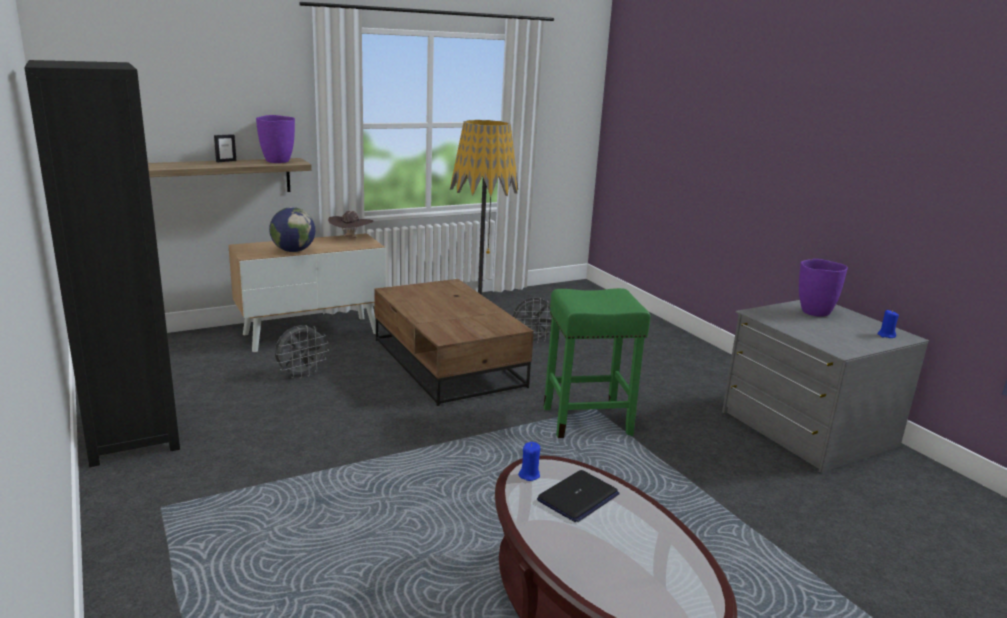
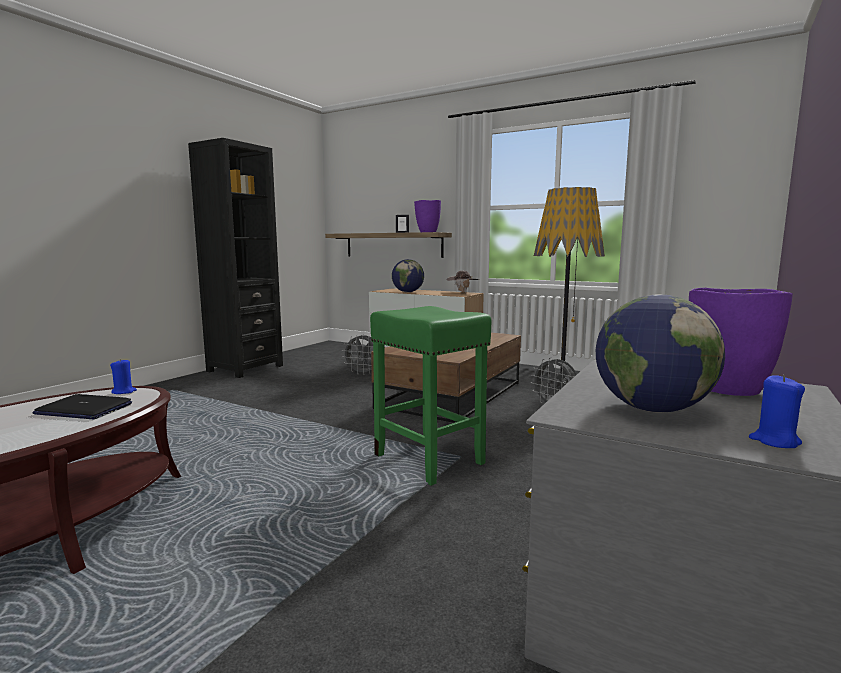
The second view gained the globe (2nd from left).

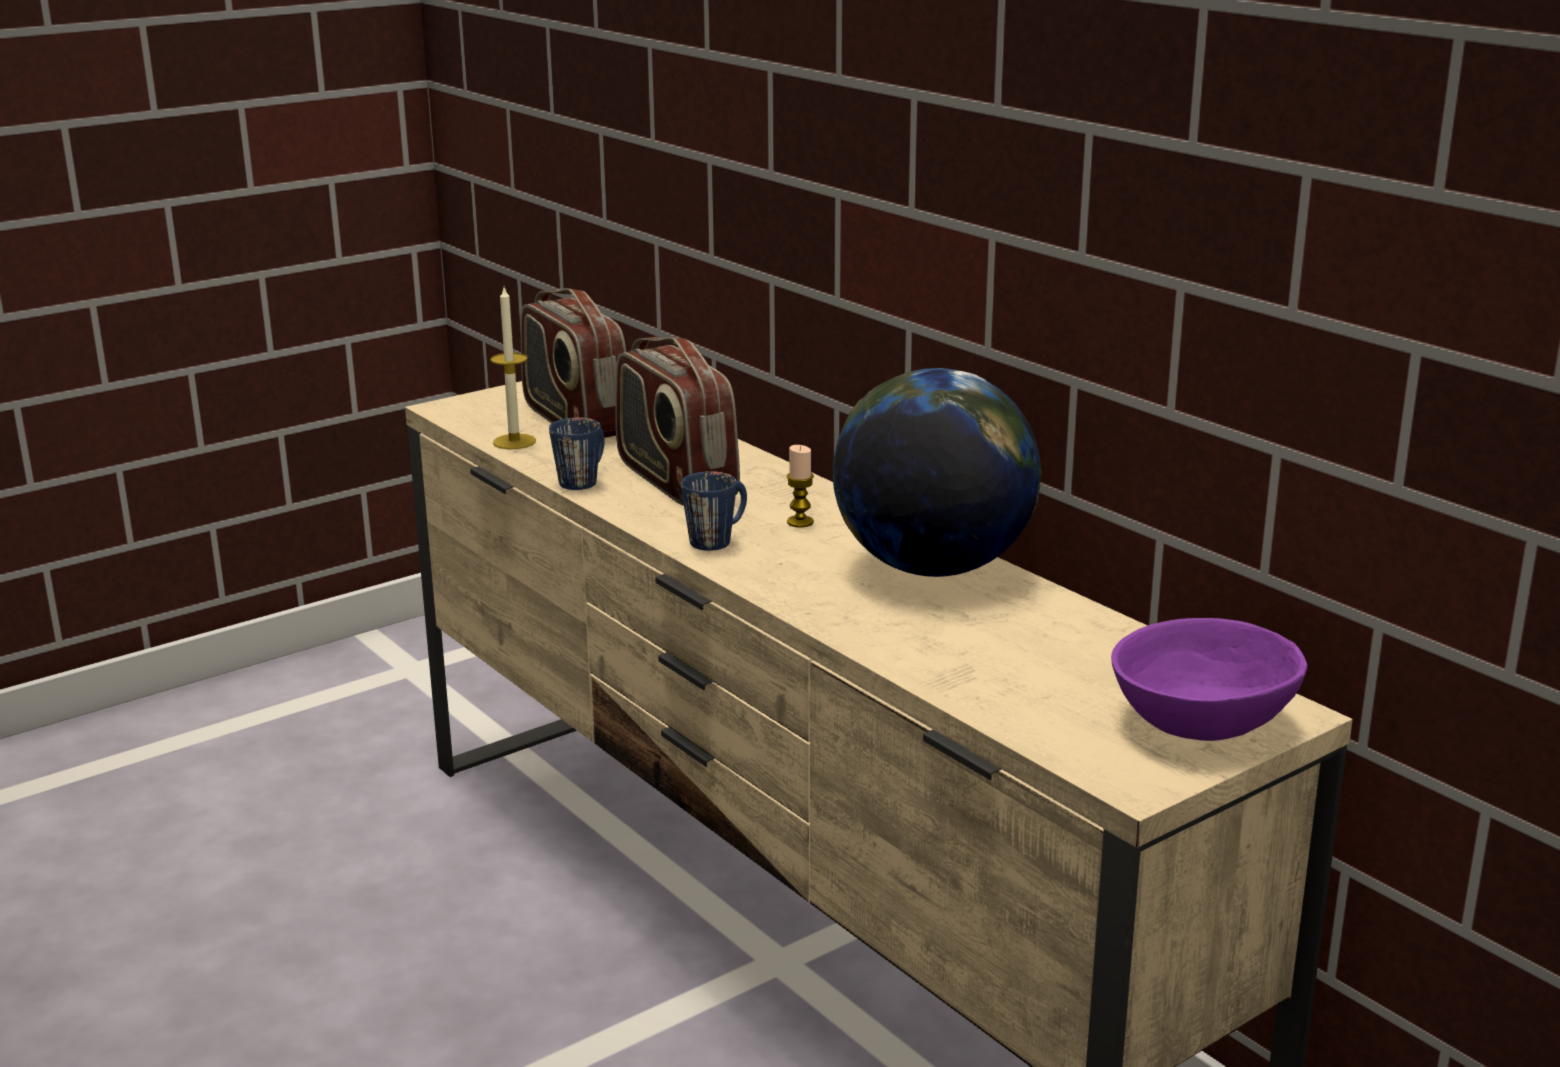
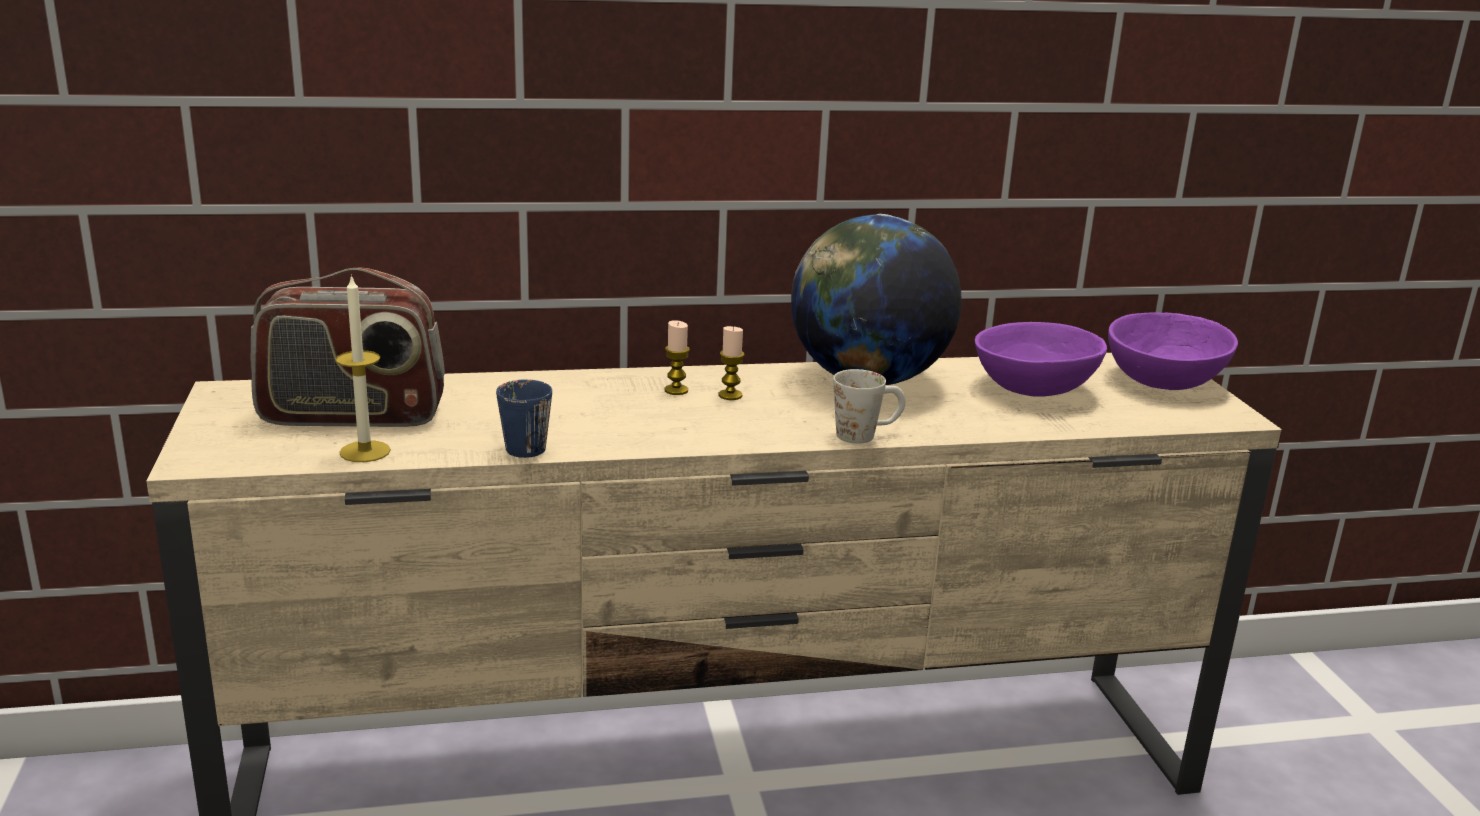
The second view lost the radio (2nd from left). The second view lost the blue mug (2nd from left). The second view gained the candle (2nd from left). The second view gained the purple bowl (1st from left). The second view gained the white mug.

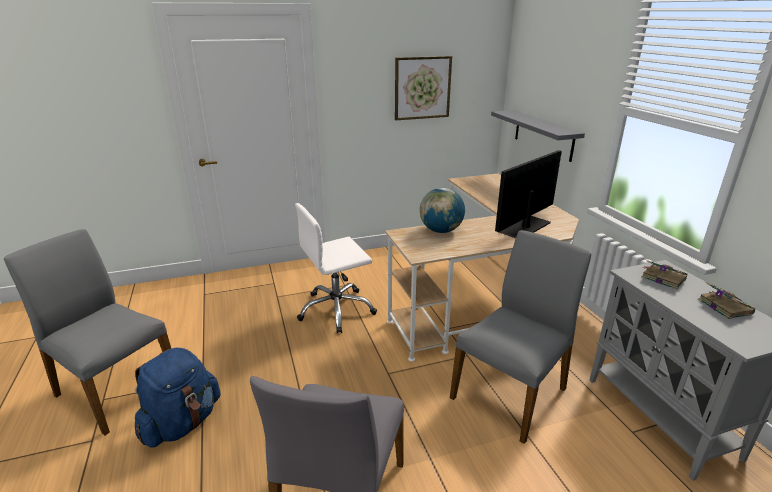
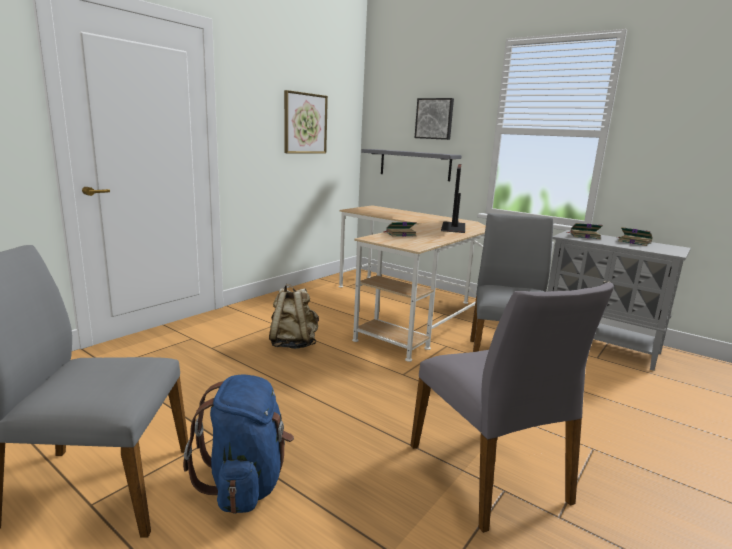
Where the globe stood, the book (1st from left) came to stand. Where the white office chair stood, the beige backpack came to stand. The second view gained the picture (2nd from left).

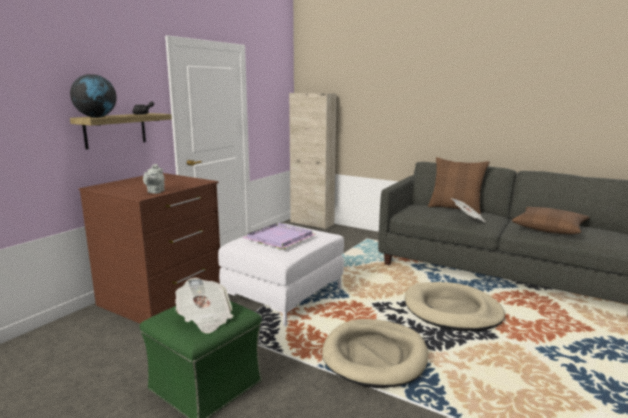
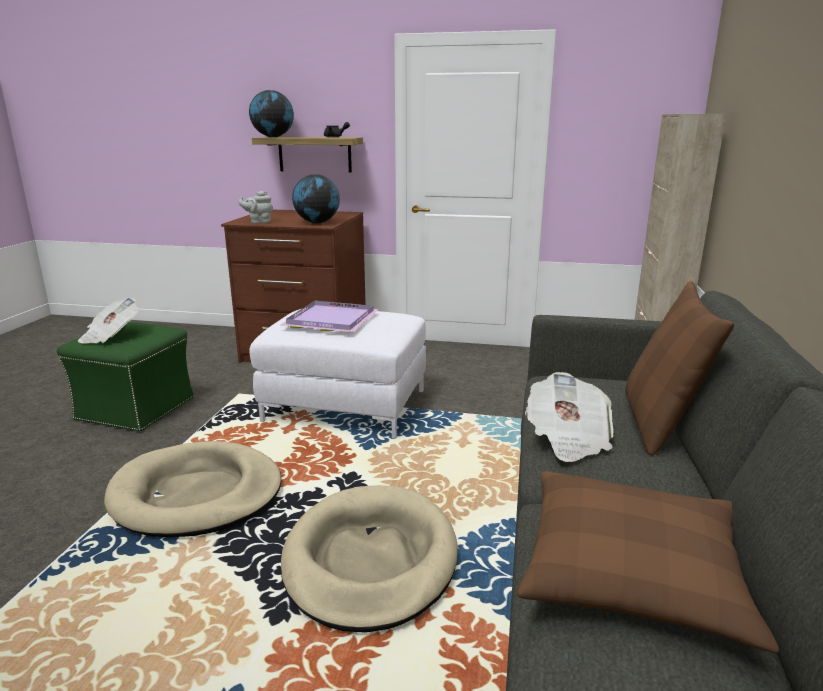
The second view gained the globe (2nd from left).

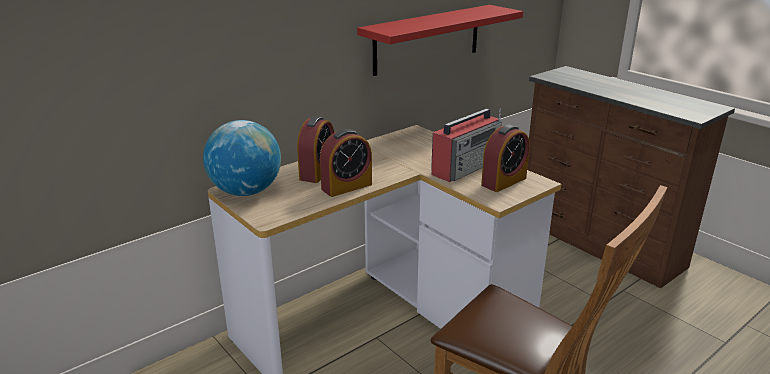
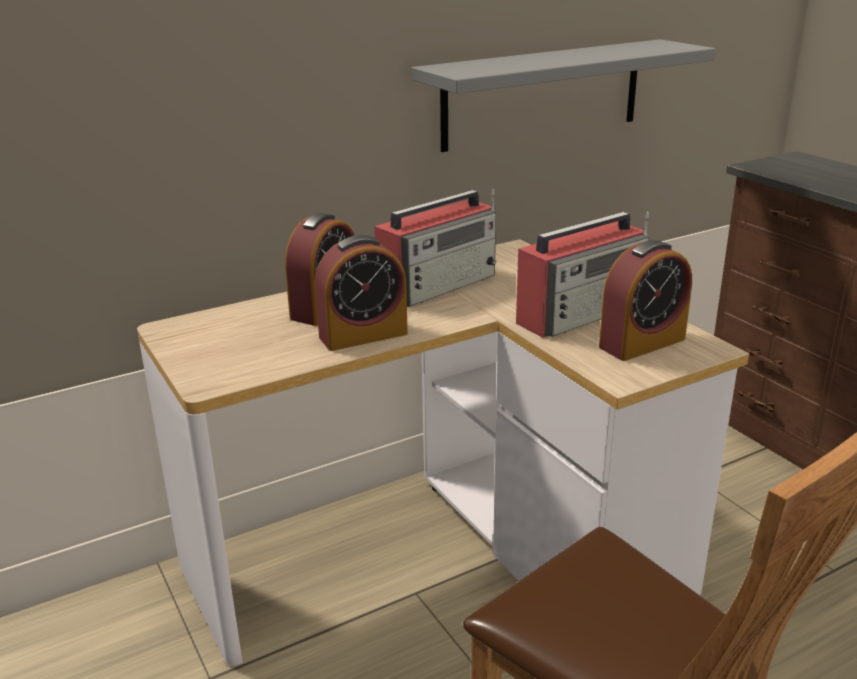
What was the red shelf turned into the grey shelf. The second view lost the globe. The second view gained the radio (1st from left).

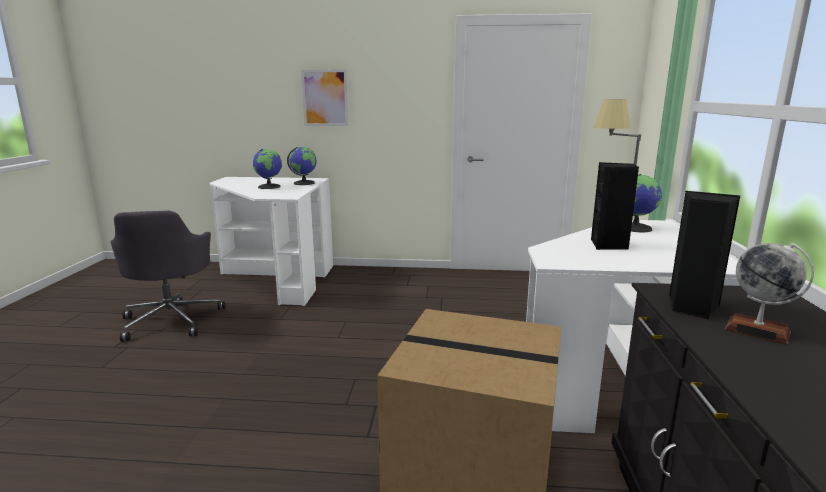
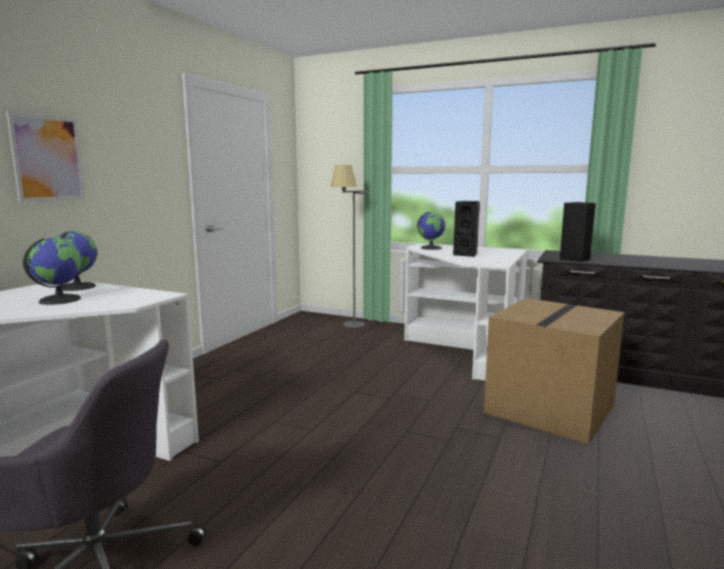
The second view lost the globe (4th from left).

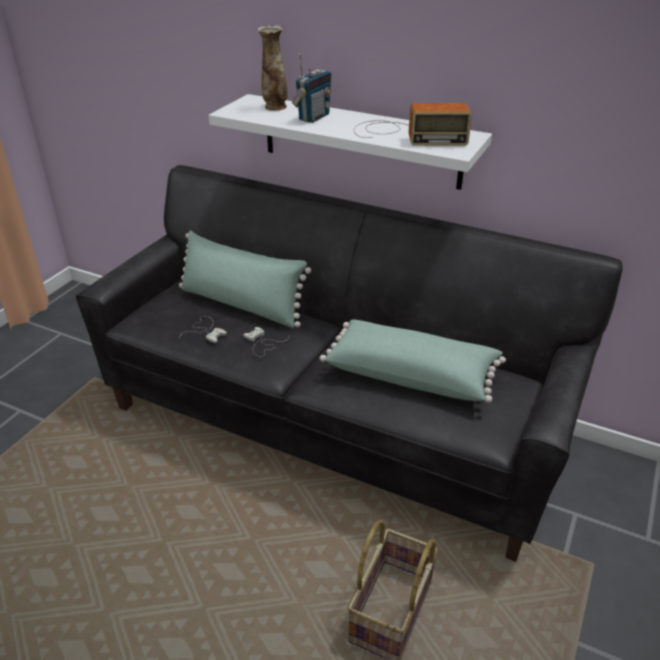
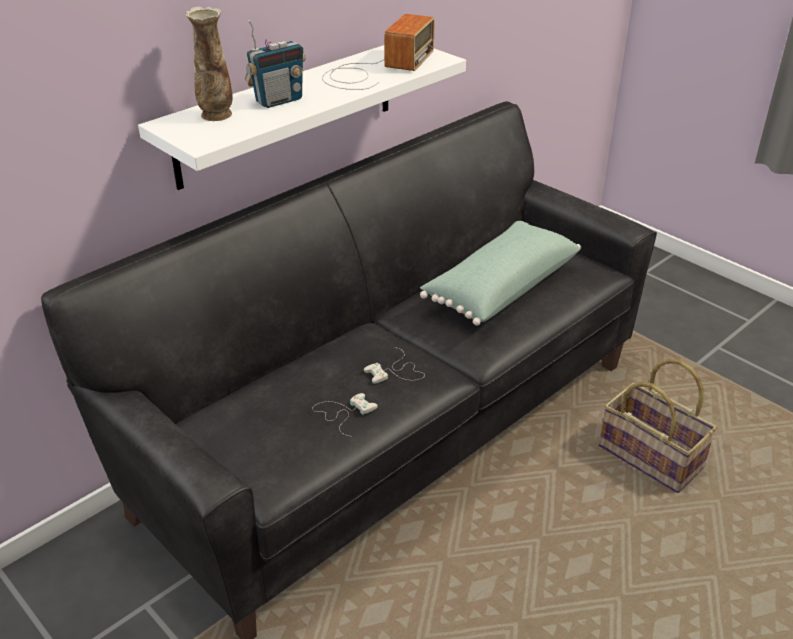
The radio (1st from left) ended up facing another way, 90 degrees clockwise from before. The second view lost the green pillow (1st from left).

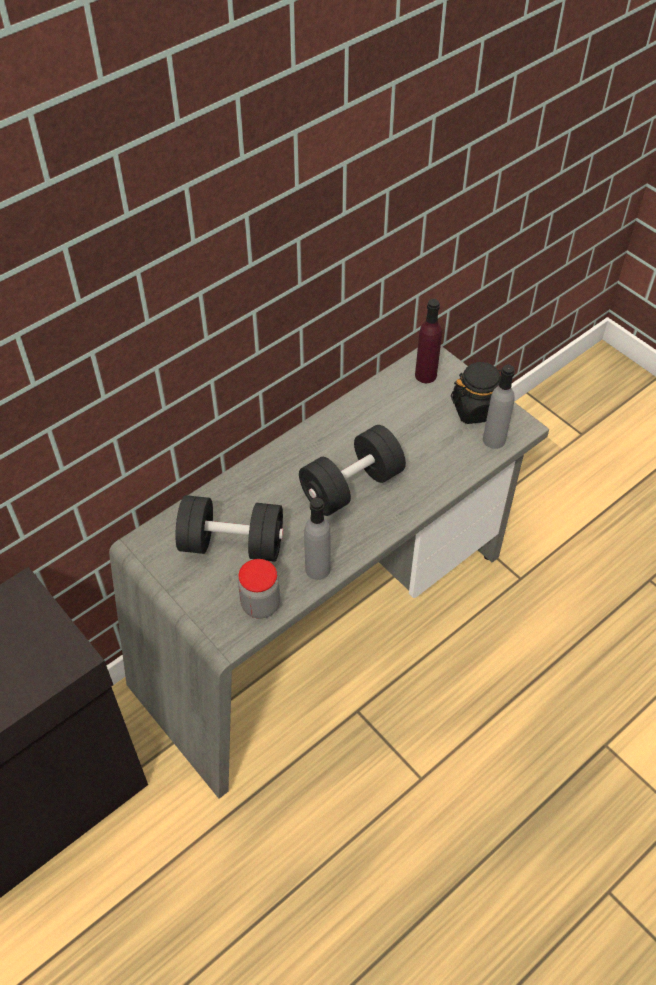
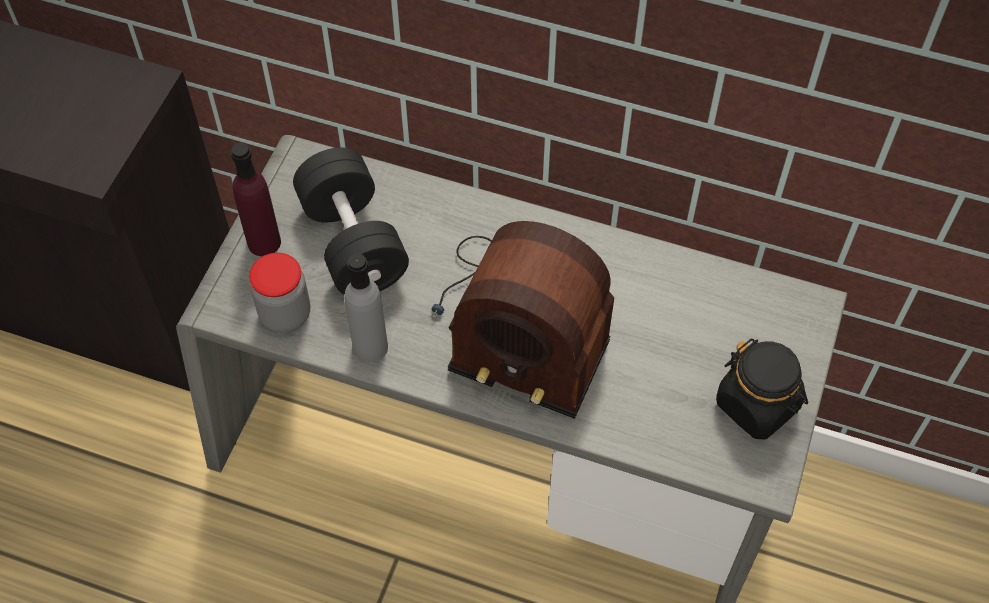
The purple bottle ended up elsewhere. The second view lost the grey bottle (2nd from left). Where the black dumbbell (2nd from left) stood, the radio came to stand.

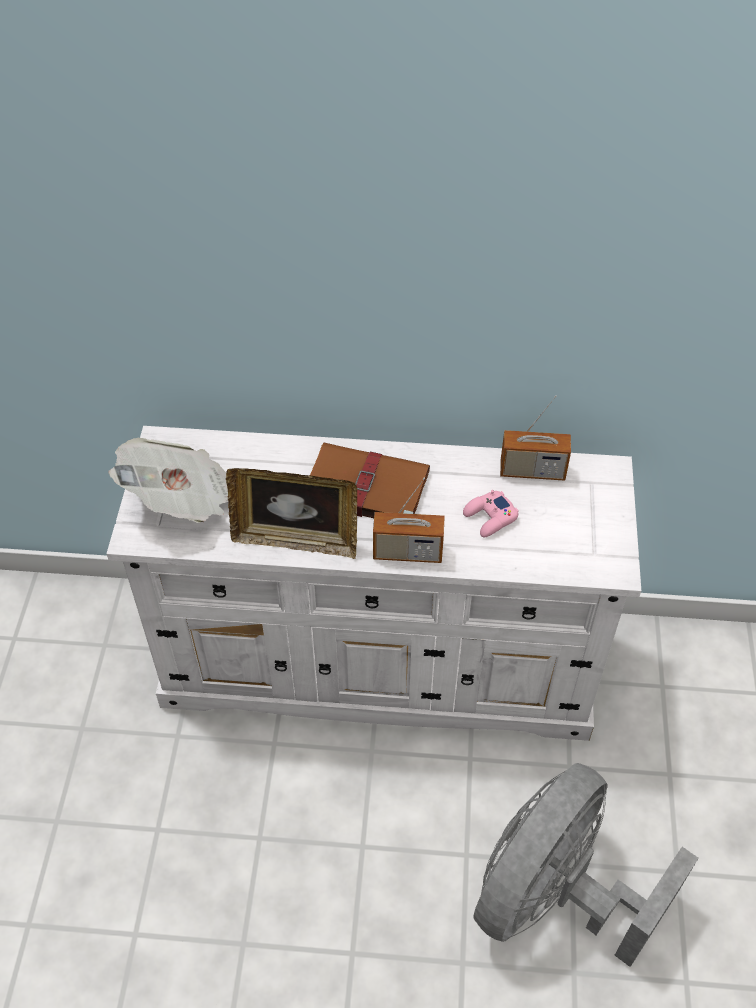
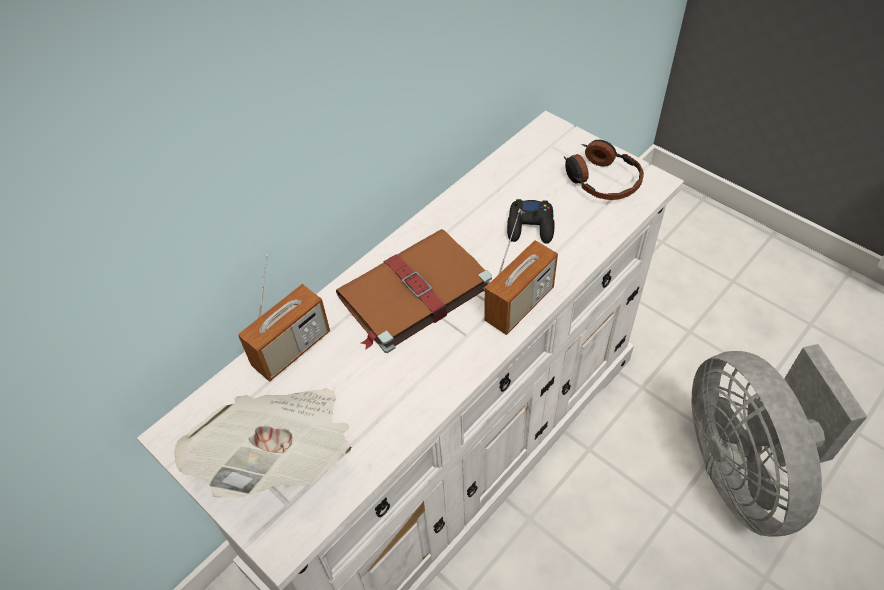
The radio (2nd from left in the first image) ended up elsewhere. The second view lost the picture frame. What was the pink game controller turned into the black game controller. The second view gained the headphones.

